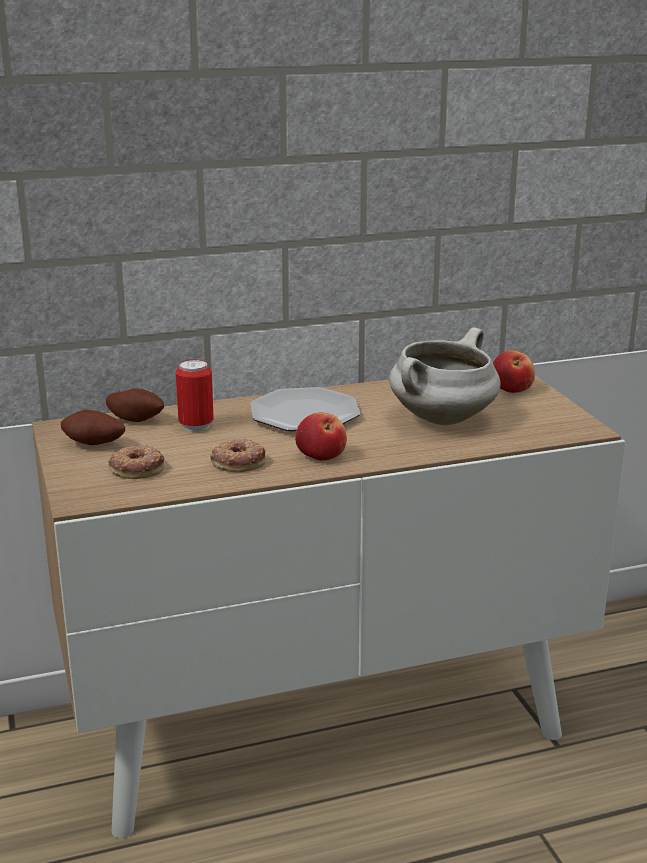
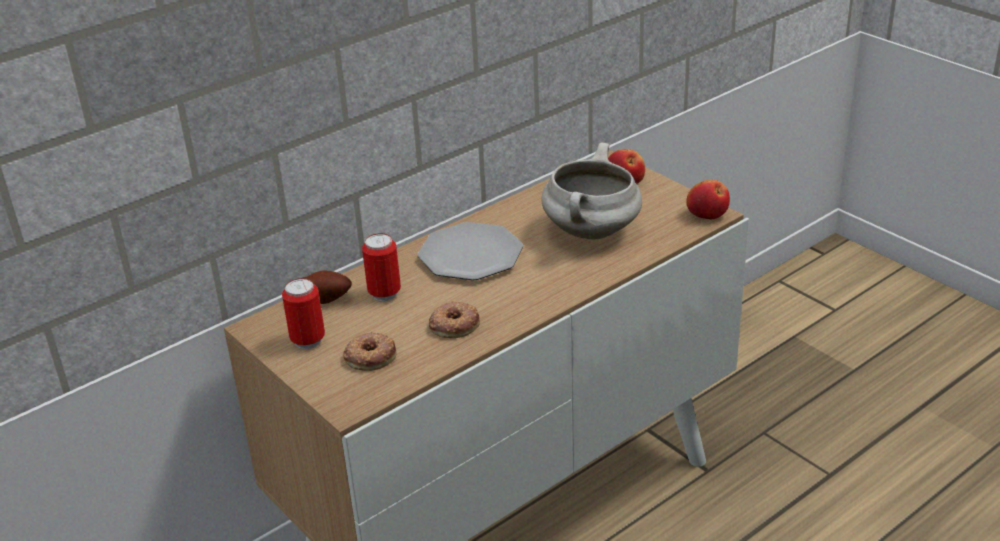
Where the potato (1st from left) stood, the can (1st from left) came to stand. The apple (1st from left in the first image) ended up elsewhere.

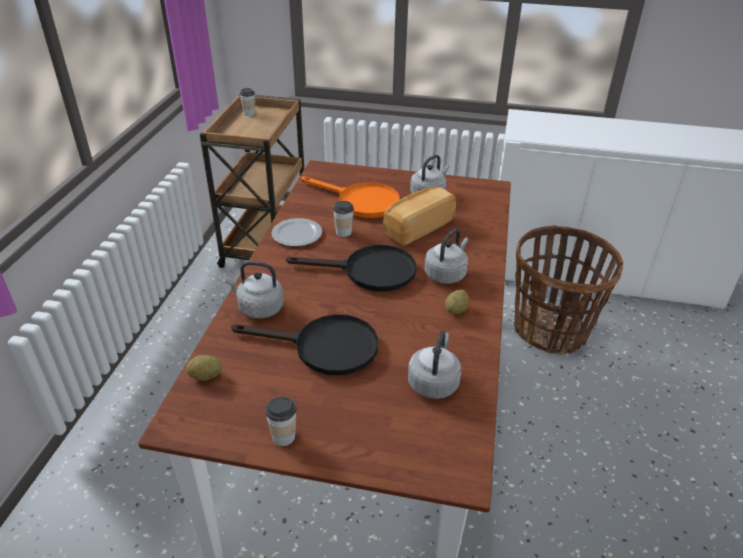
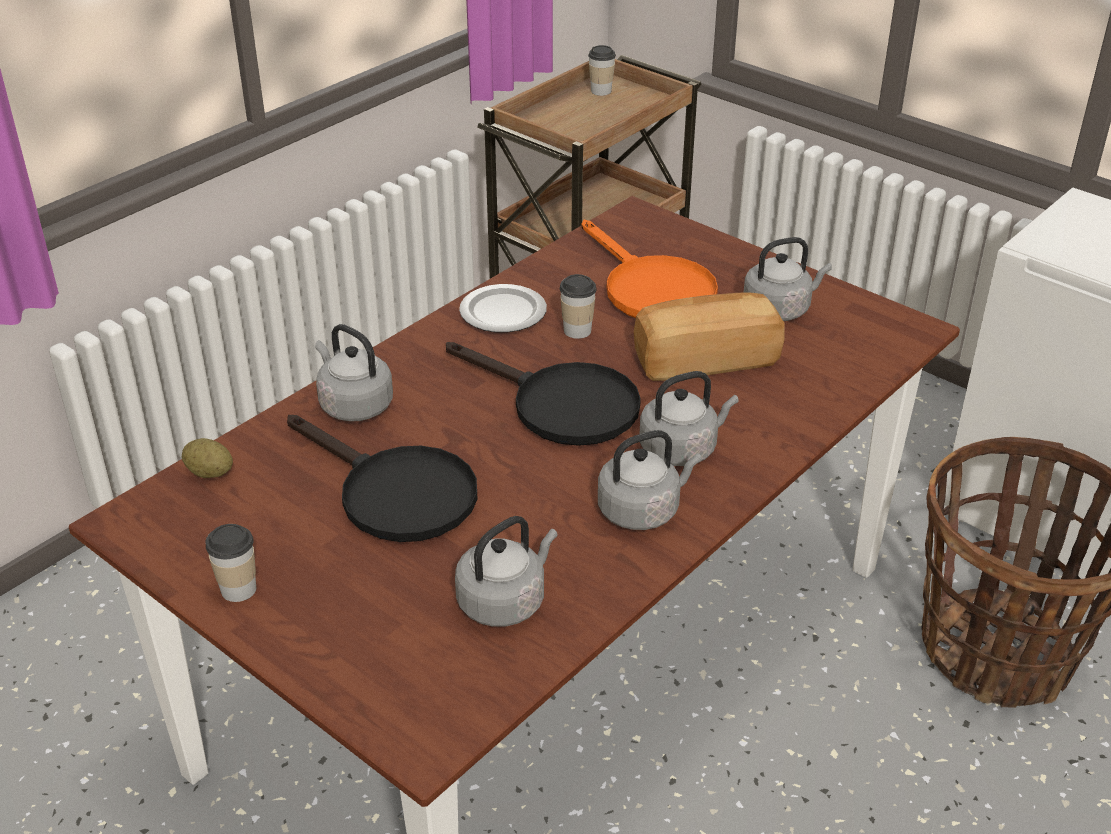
Where the potato (2nd from left) stood, the grey kettle (3rd from left) came to stand.

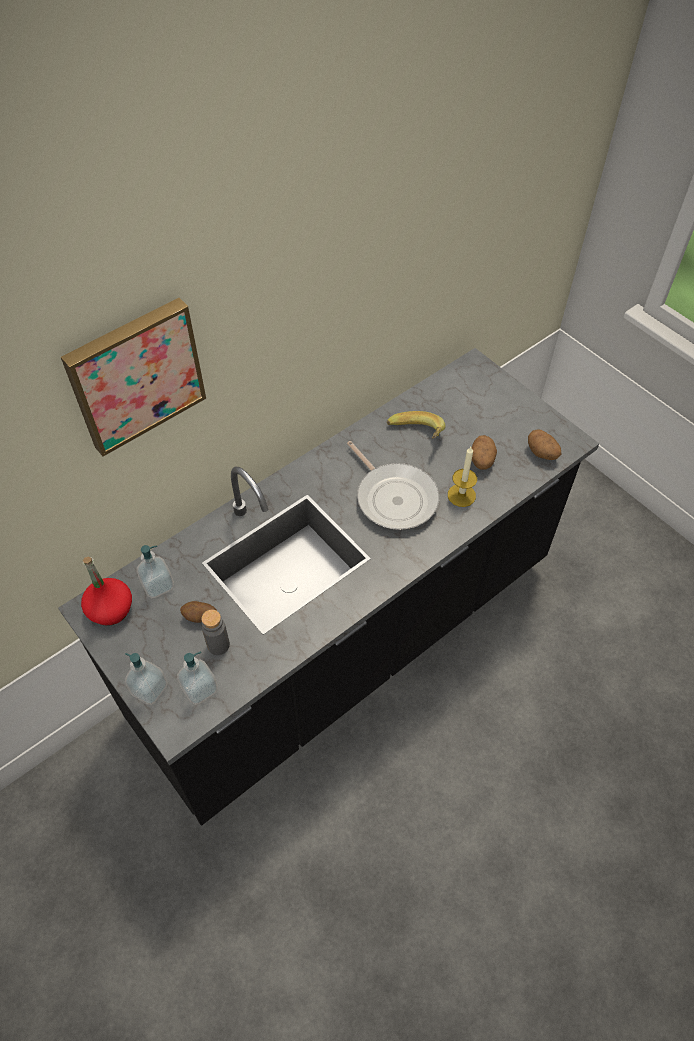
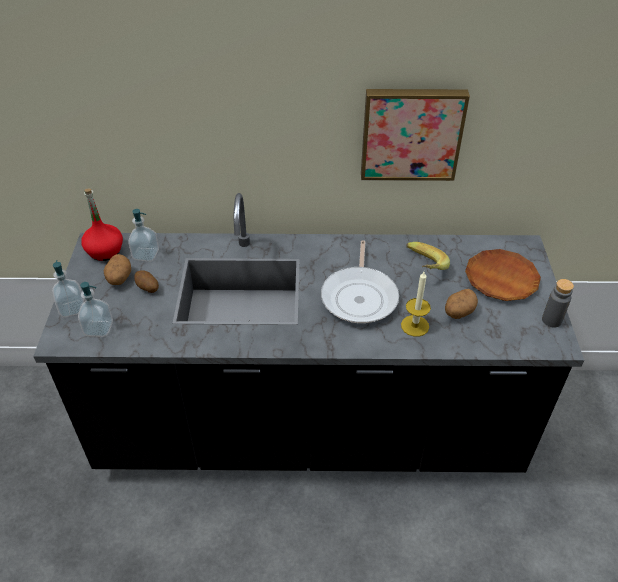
The picture ended up elsewhere. The potato (3rd from left in the first image) ended up elsewhere. The grey bottle ended up elsewhere. The second view gained the brown plate.

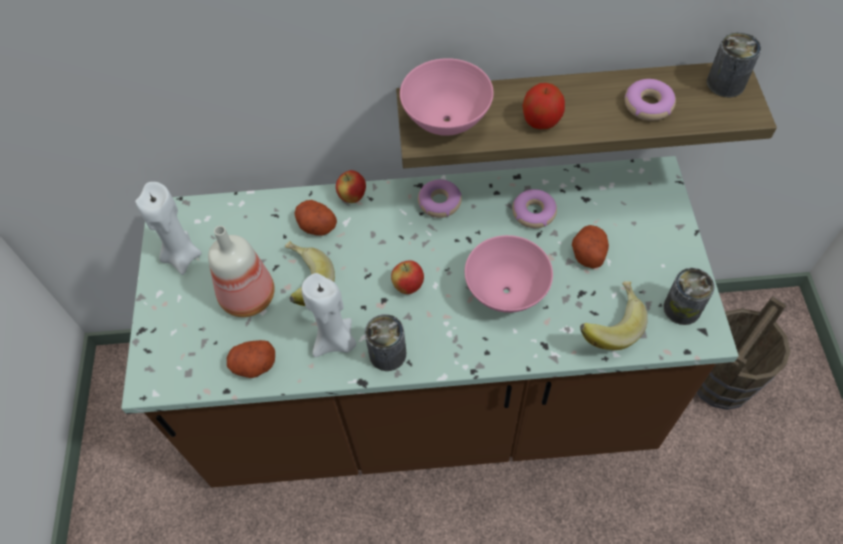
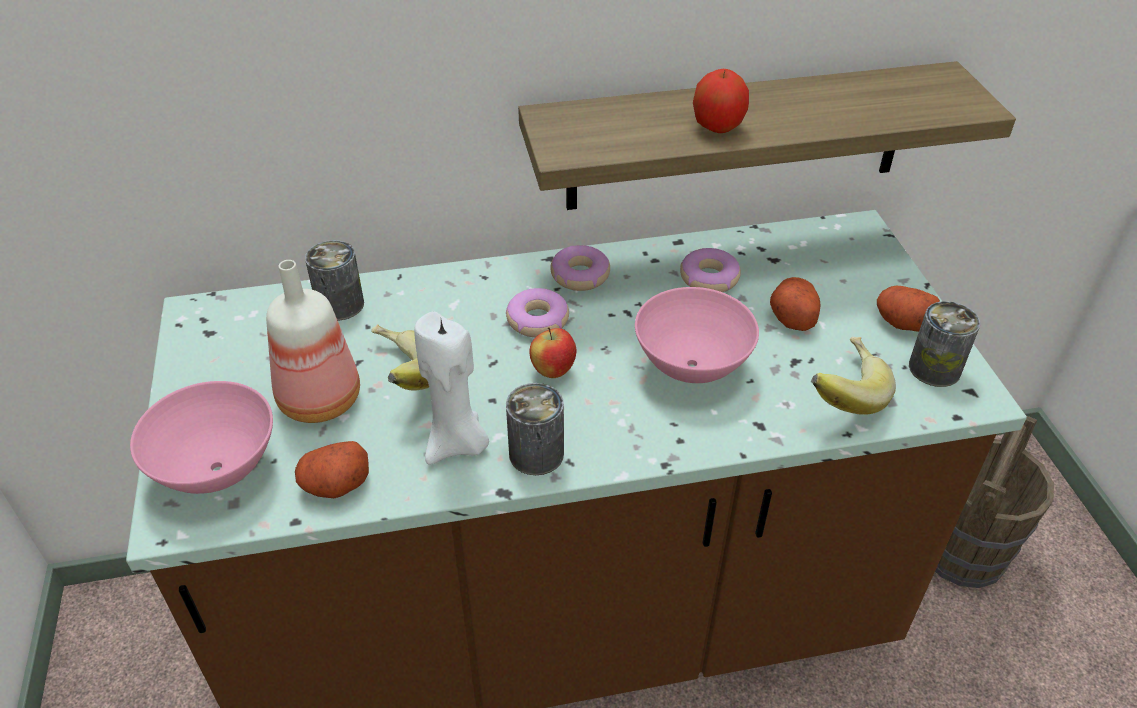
The can (3rd from left in the first image) ended up elsewhere. The pink bowl (1st from left) ended up elsewhere. The donut (3rd from left in the first image) ended up elsewhere. The second view lost the apple (1st from left). The second view lost the white candle (1st from left). The potato (2nd from left in the first image) ended up elsewhere.

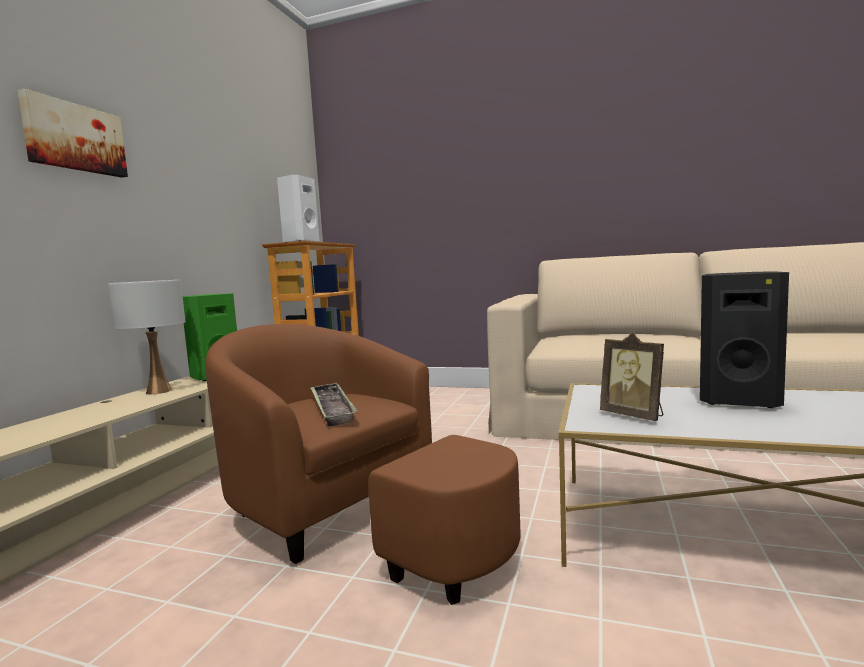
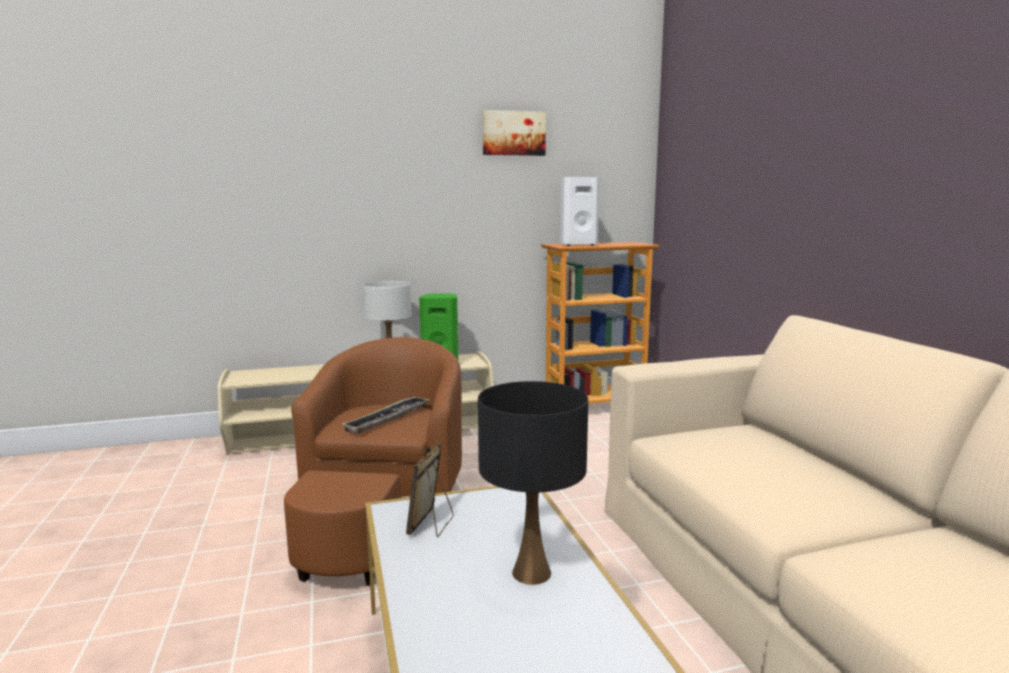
The picture ended up elsewhere. Where the black speaker stood, the black table lamp came to stand.

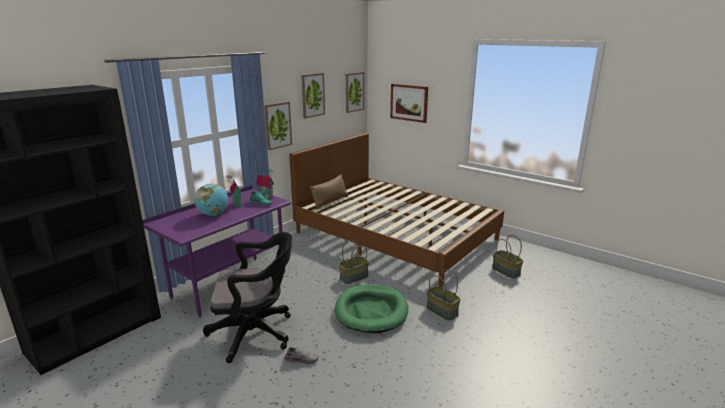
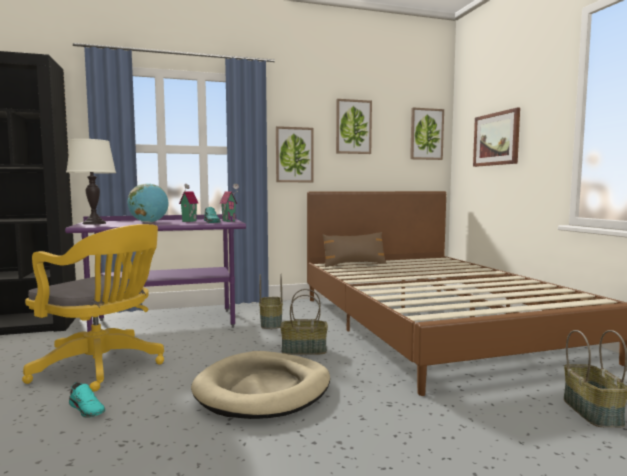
What was the black office chair turned into the yellow office chair. The basket (2nd from left in the first image) ended up elsewhere. What was the green dog bed turned into the beige dog bed. What was the grey shoe turned into the turquoise shoe (1st from left). The second view gained the white table lamp.

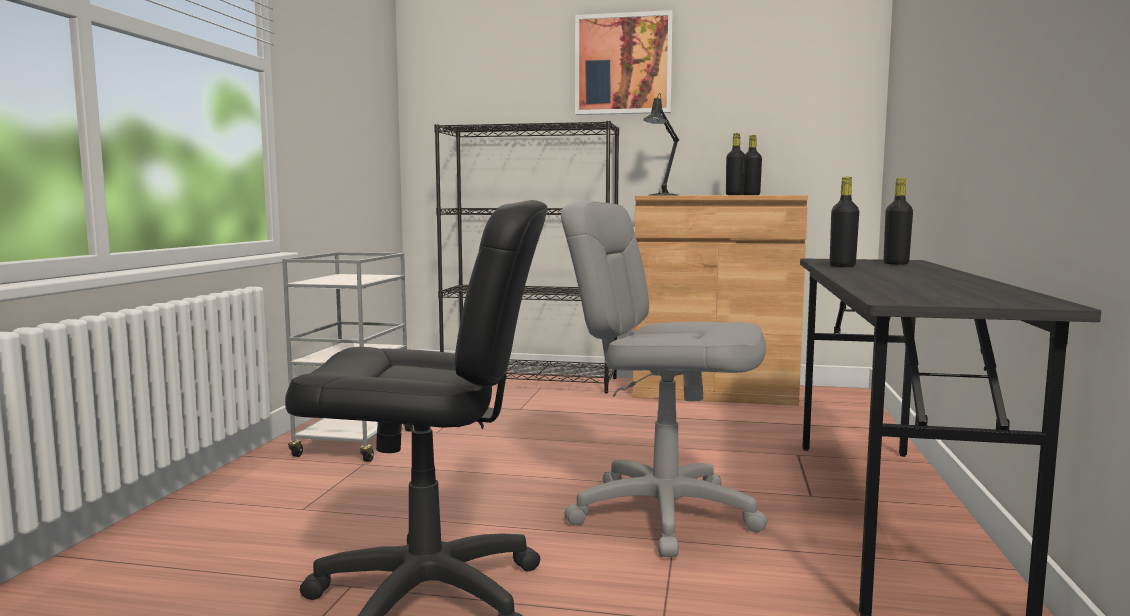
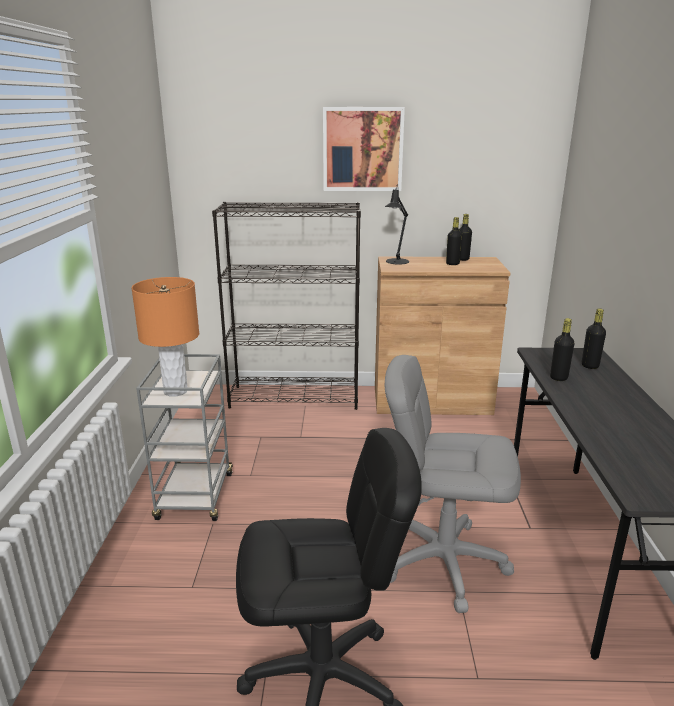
The second view gained the orange table lamp.

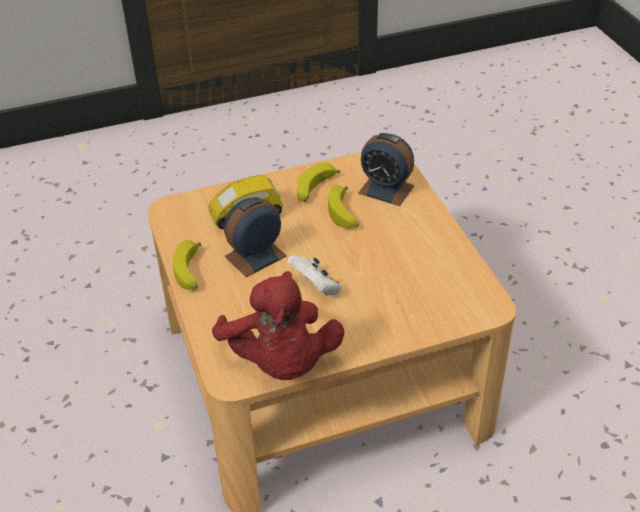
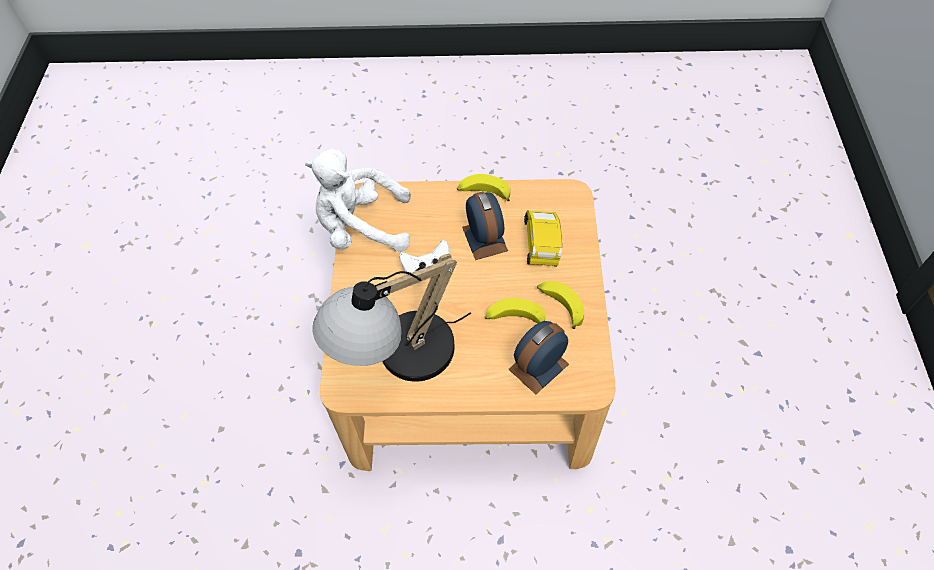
What was the red plush toy turned into the white plush toy. The second view gained the table lamp.

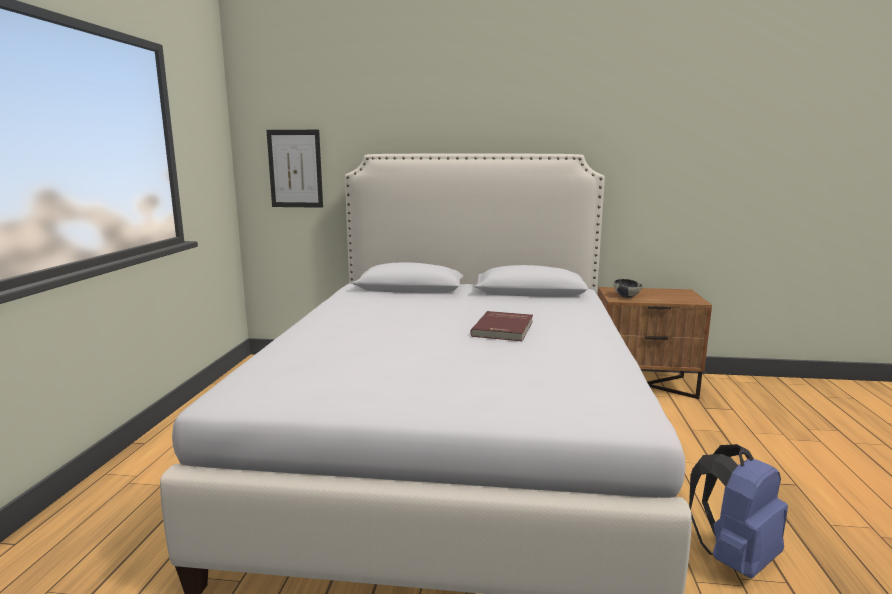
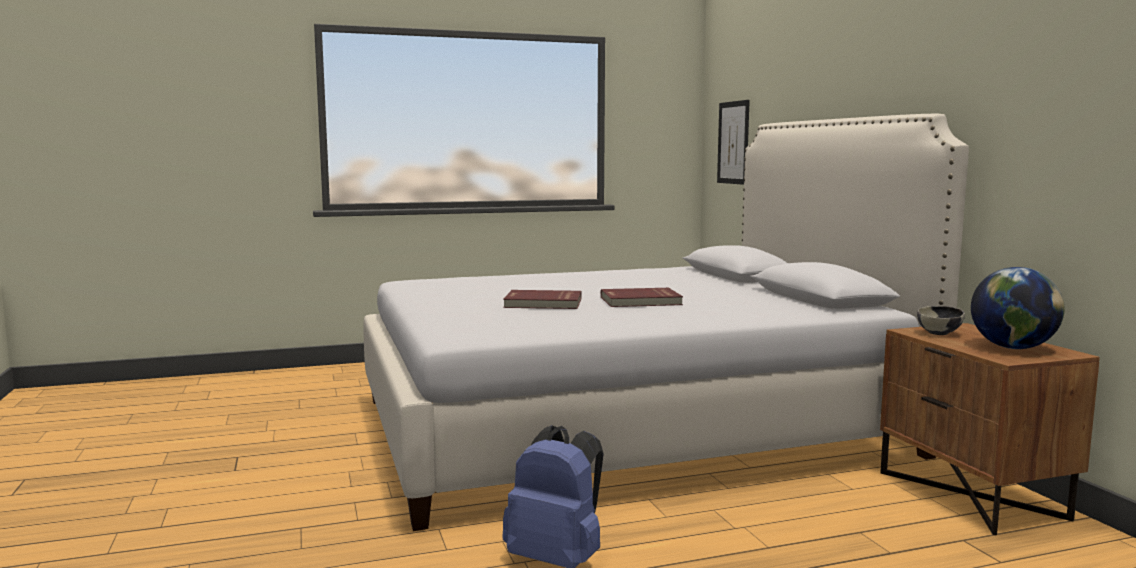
The second view gained the globe. The second view gained the red book (1st from left).

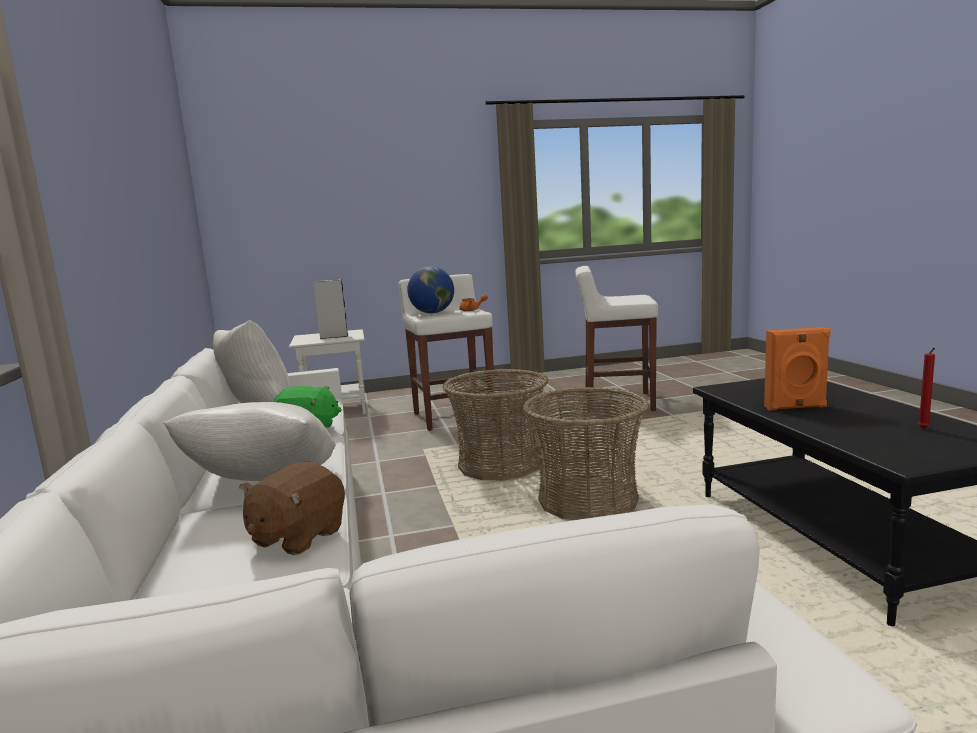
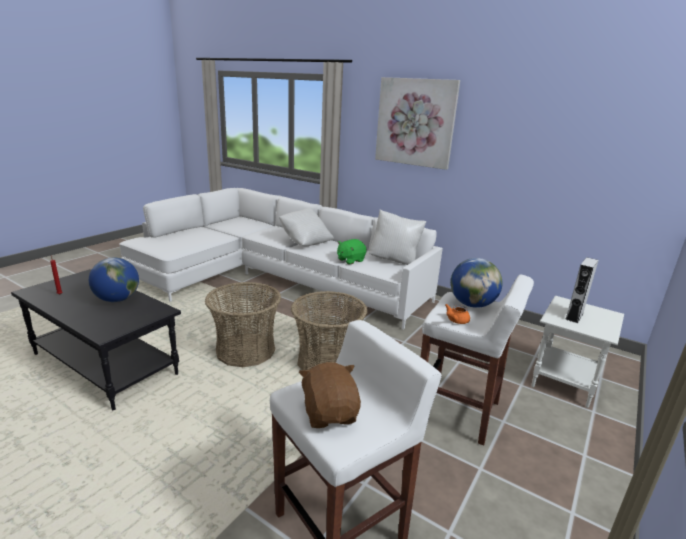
Where the orange speaker stood, the globe (1st from left) came to stand. The brown plush toy ended up elsewhere. The second view gained the picture.

